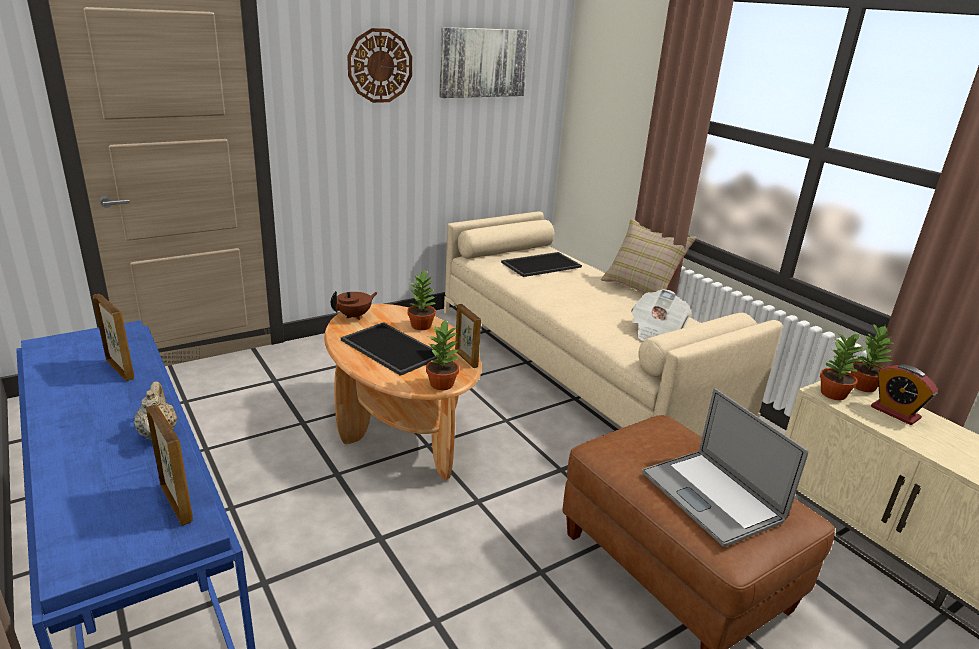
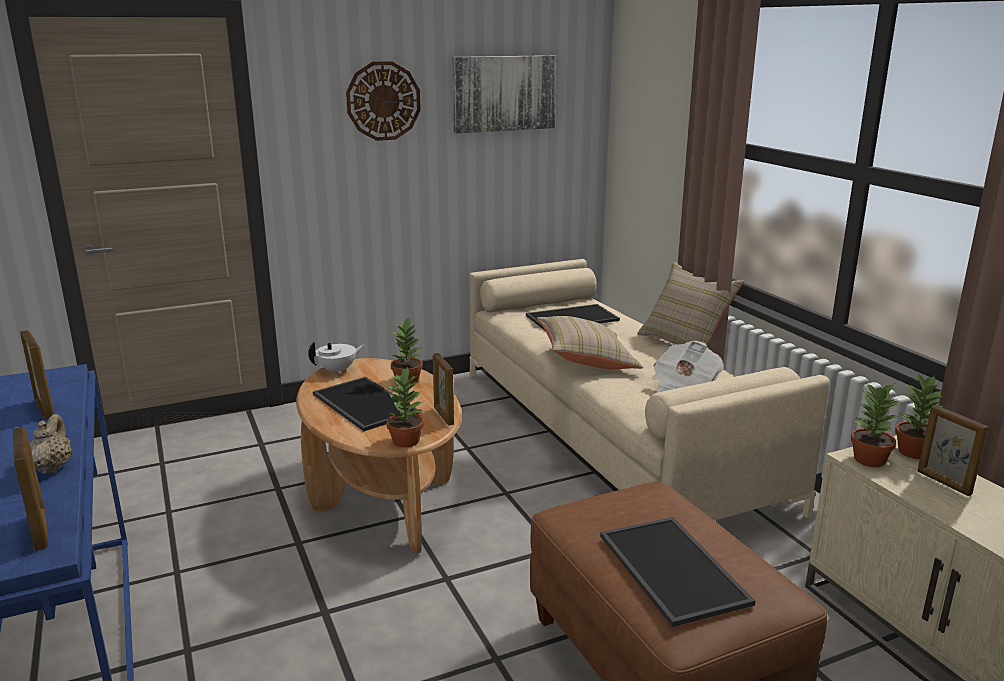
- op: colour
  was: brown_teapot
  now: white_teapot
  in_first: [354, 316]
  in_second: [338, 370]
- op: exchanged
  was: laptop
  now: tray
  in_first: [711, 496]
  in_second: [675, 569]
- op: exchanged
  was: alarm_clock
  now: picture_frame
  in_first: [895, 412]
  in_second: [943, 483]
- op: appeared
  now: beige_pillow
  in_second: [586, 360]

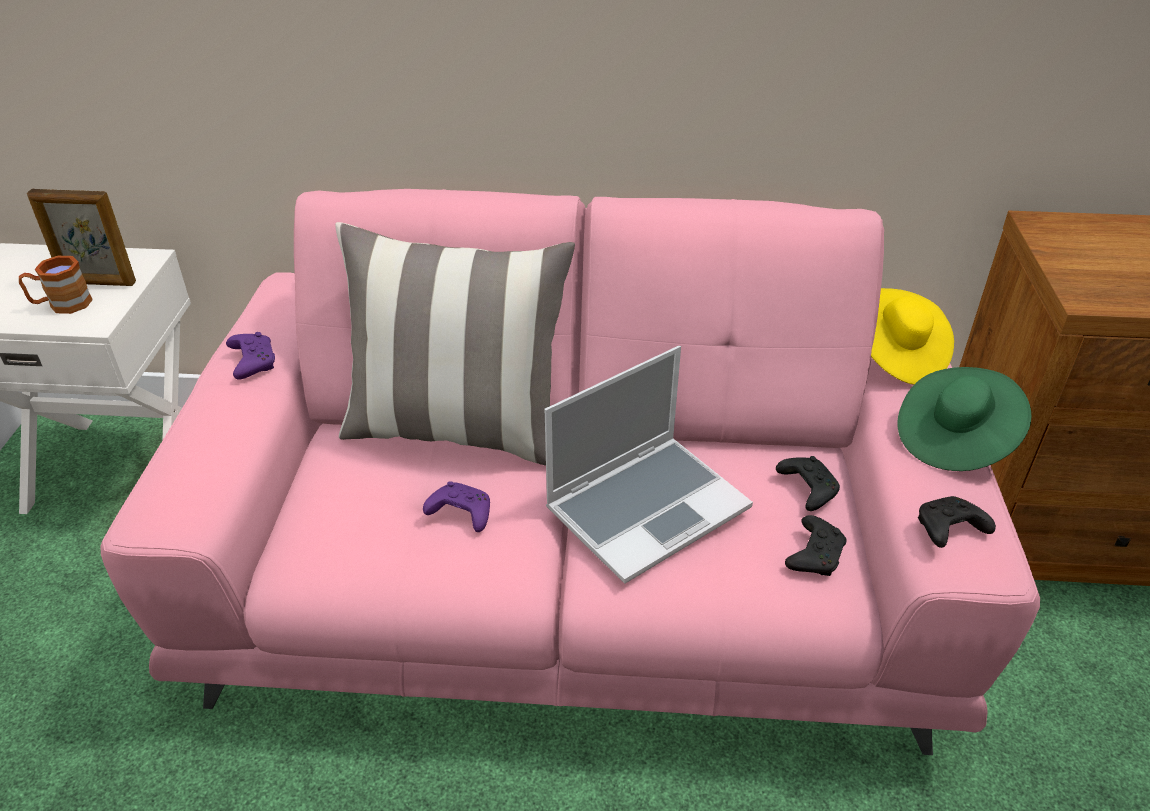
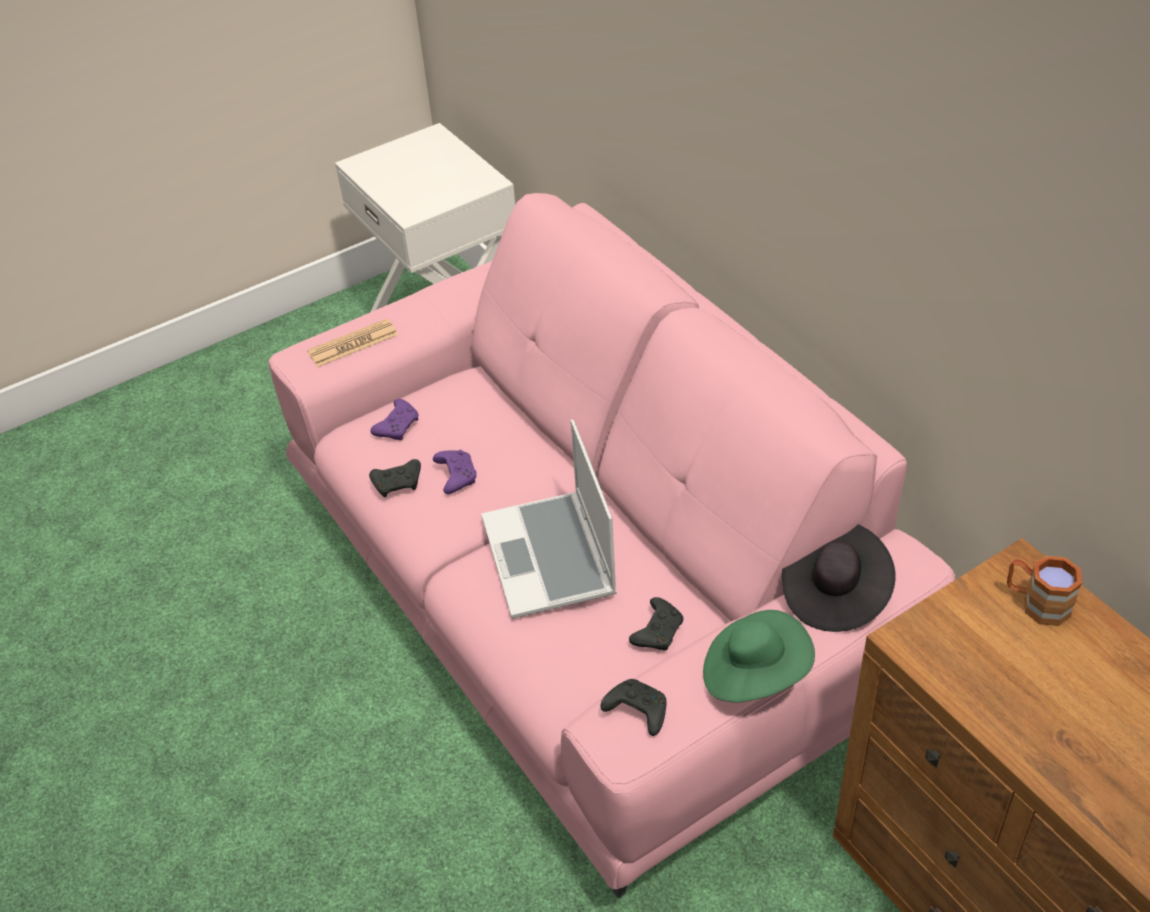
- op: relocated
  was: brown_mug
  in_first: [62, 304]
  in_second: [1036, 603]
- op: missing
  was: picture_frame
  in_first: [98, 283]
- op: relocated
  was: purple_game_controller
  in_first: [252, 362]
  in_second: [398, 426]
- op: missing
  was: pillow
  in_first: [458, 430]
- op: spun
  was: laptop
  in_first: [648, 507]
  in_second: [551, 558]
  clockwise: 60
- op: relocated
  was: black_game_controller
  in_first: [814, 554]
  in_second: [398, 484]
- op: colour
  was: yellow_hat
  now: black_hat
  in_first: [896, 356]
  in_second: [834, 593]
- op: appeared
  now: newspaper
  in_second: [353, 344]

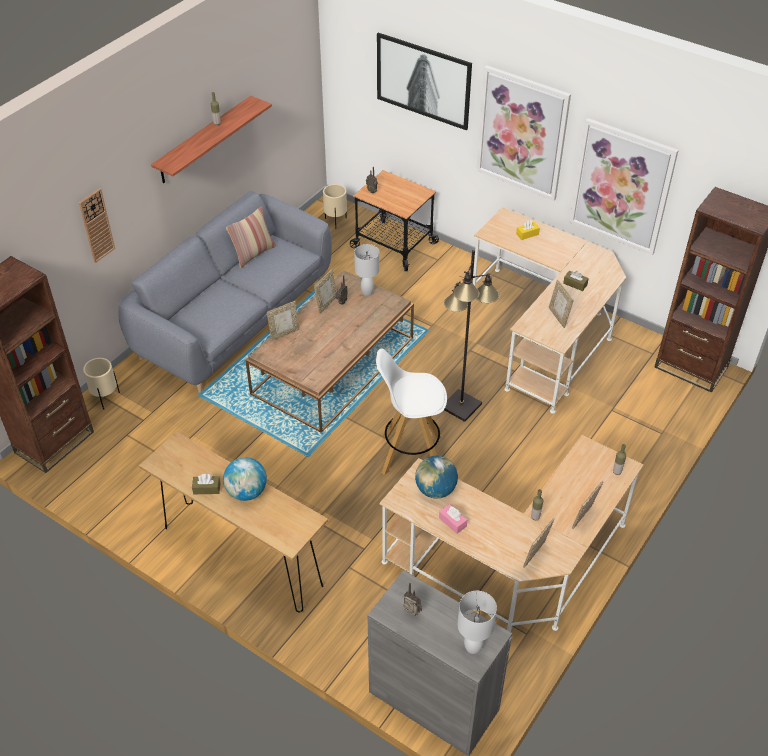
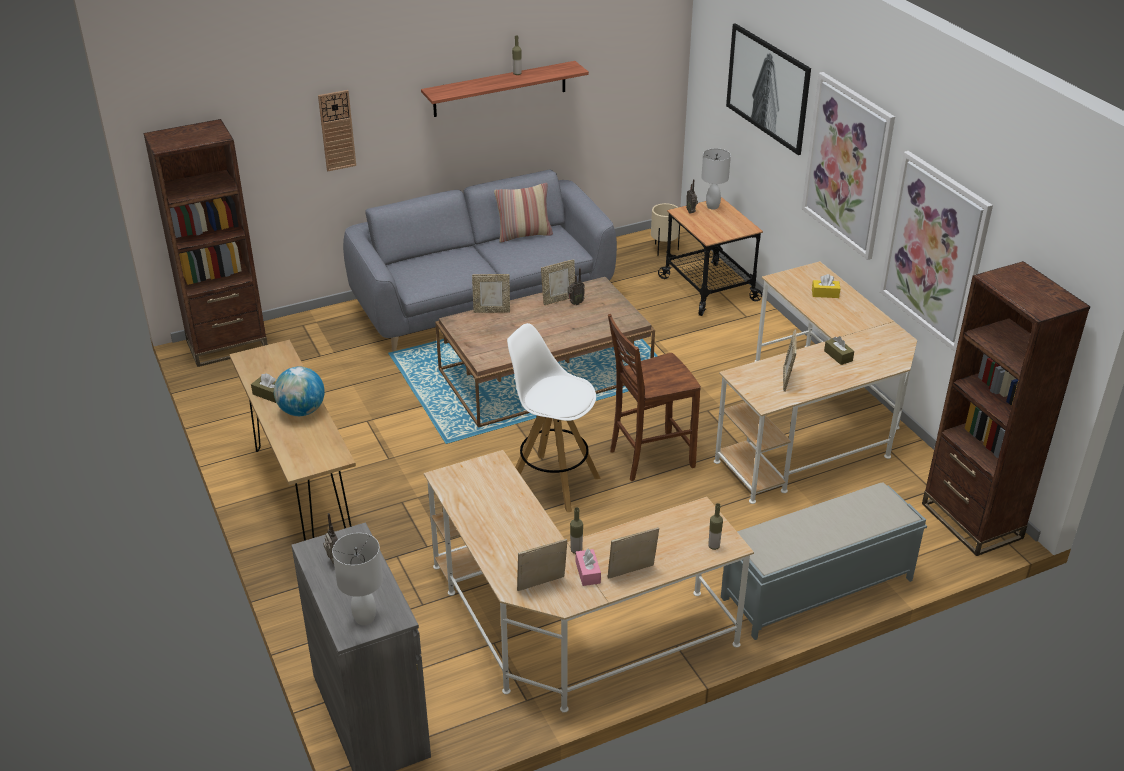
- op: missing
  was: beige_planter
  in_first: [105, 398]
- op: relocated
  was: white_table_lamp
  in_first: [367, 292]
  in_second: [712, 206]
- op: missing
  was: globe
  in_first: [435, 490]
- op: relocated
  was: pink_tissue_box
  in_first: [452, 522]
  in_second: [588, 572]
- op: exchanged
  was: black_floor_lamp
  now: brown_chair
  in_first: [460, 406]
  in_second: [649, 458]
- op: appeared
  now: grey_bench
  in_second: [815, 589]

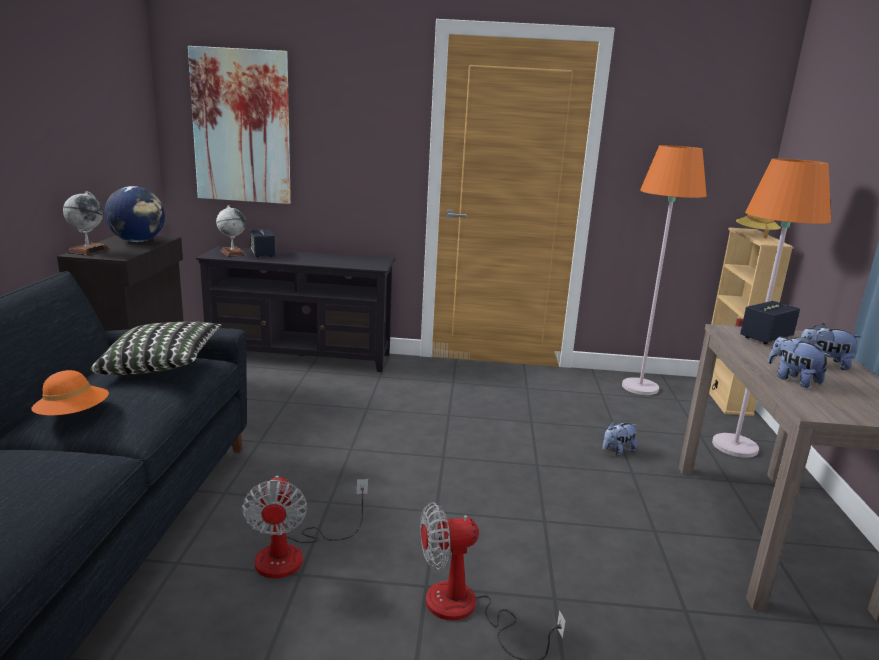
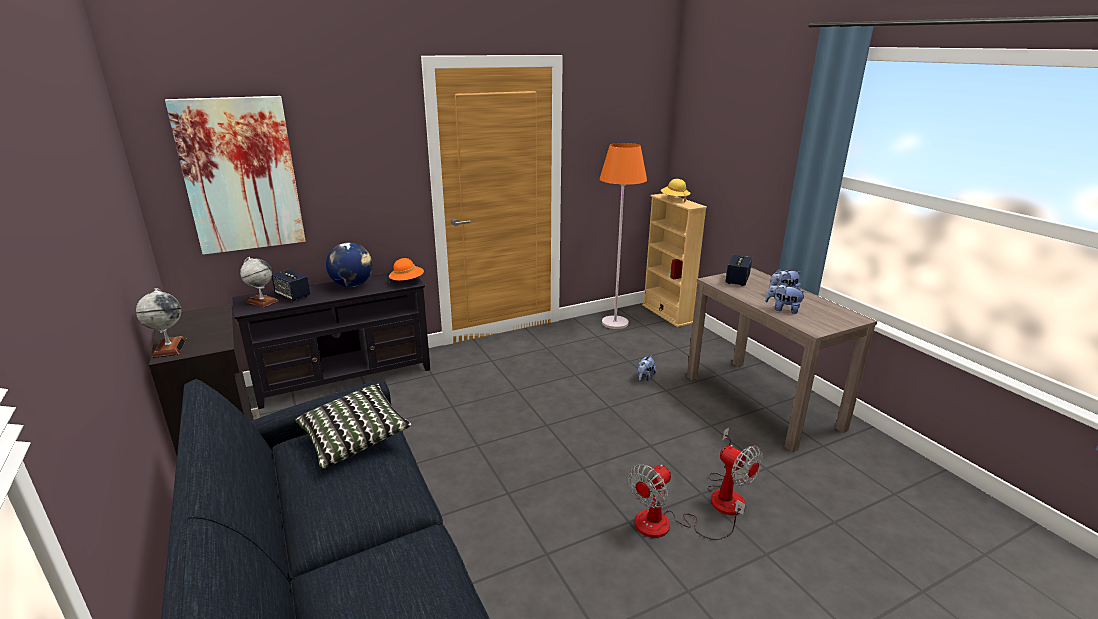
- op: relocated
  was: orange_hat
  in_first: [73, 416]
  in_second: [407, 281]
- op: relocated
  was: globe
  in_first: [138, 241]
  in_second: [352, 285]
- op: relocated
  was: fan
  in_first: [295, 554]
  in_second: [727, 494]
- op: missing
  was: orange_floor_lamp
  in_first: [735, 446]

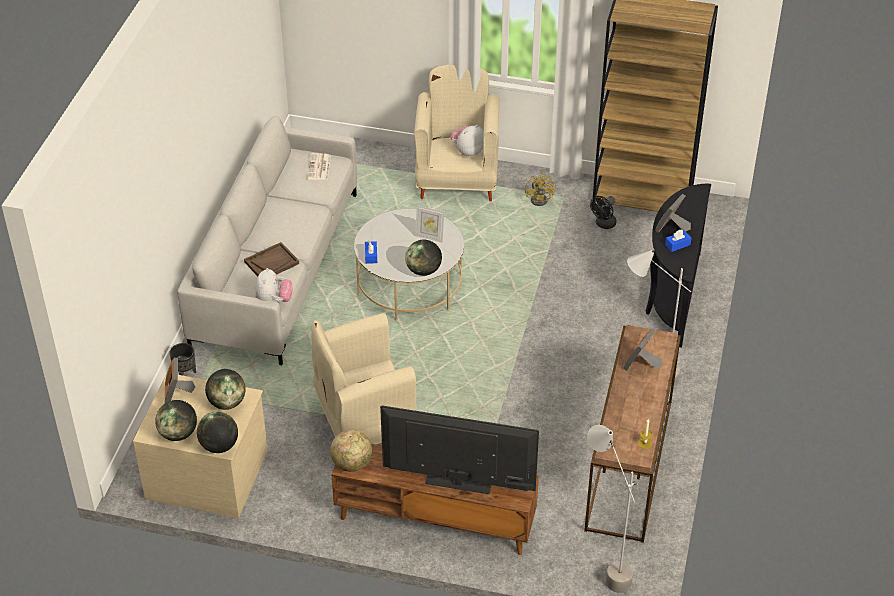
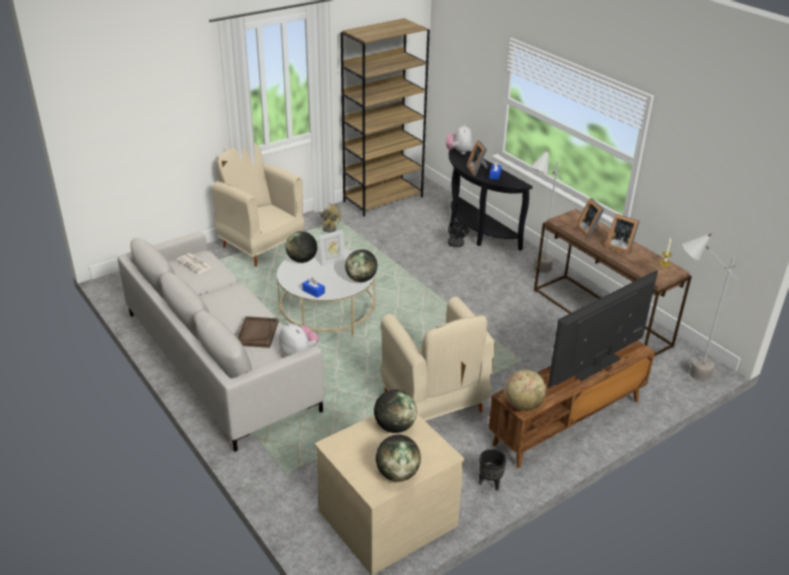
- op: relocated
  was: picture_frame
  in_first: [177, 395]
  in_second: [619, 246]
- op: relocated
  was: black_planter
  in_first: [185, 374]
  in_second: [489, 483]
- op: relocated
  was: globe
  in_first: [219, 446]
  in_second: [302, 260]
- op: spun
  was: beige_armchair
  in_first: [364, 423]
  in_second: [433, 404]
  clockwise: -45
- op: relocated
  was: plush_toy
  in_first: [468, 151]
  in_second: [459, 152]
- op: relocated
  was: black_fan
  in_first: [603, 224]
  in_second: [456, 245]

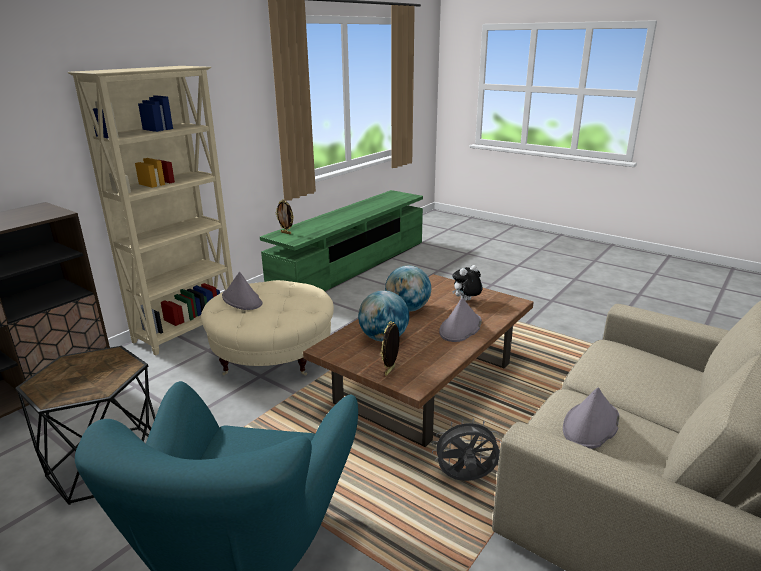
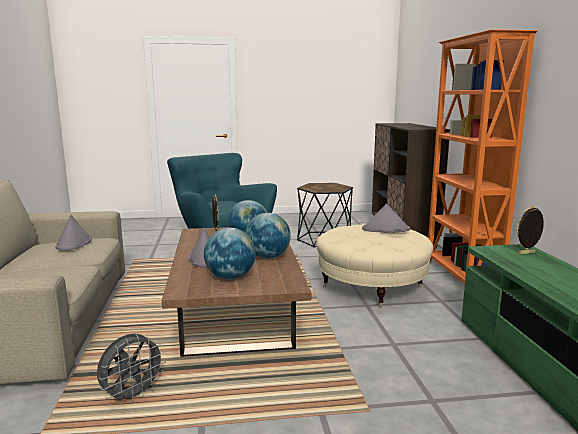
- op: colour
  was: beige_bookcase
  now: orange_bookcase
  in_first: [188, 329]
  in_second: [461, 276]
- op: relocated
  was: grey_fan
  in_first: [465, 479]
  in_second: [132, 396]
- op: exchanged
  was: plush_toy
  now: globe
  in_first: [466, 301]
  in_second: [230, 277]

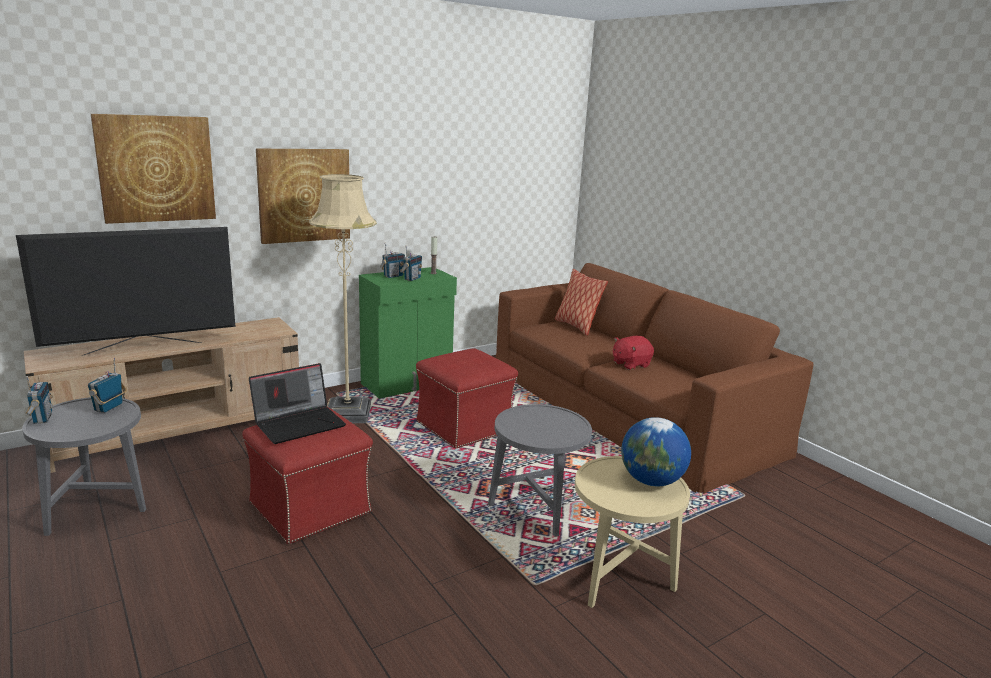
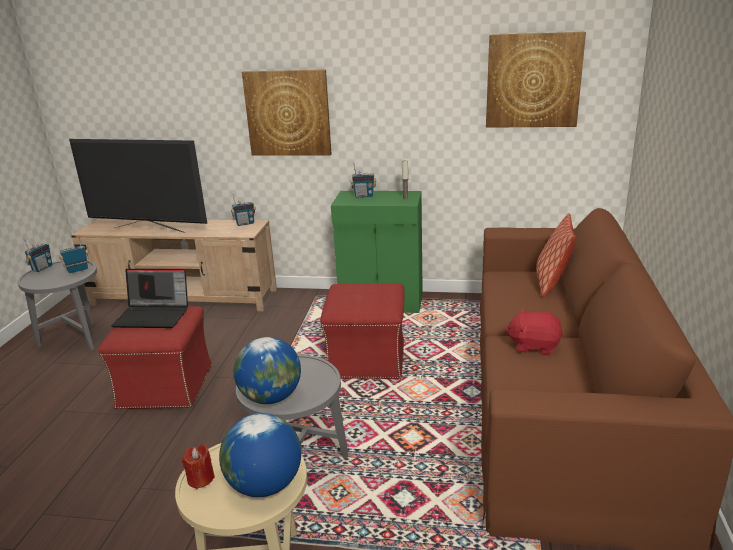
- op: relocated
  was: picture
  in_first: [156, 169]
  in_second: [533, 81]
- op: missing
  was: beige_floor_lamp
  in_first: [348, 413]
- op: relocated
  was: radio
  in_first: [412, 279]
  in_second: [245, 223]
- op: appeared
  now: red_candle
  in_second: [200, 479]
- op: appeared
  now: globe
  in_second: [271, 398]

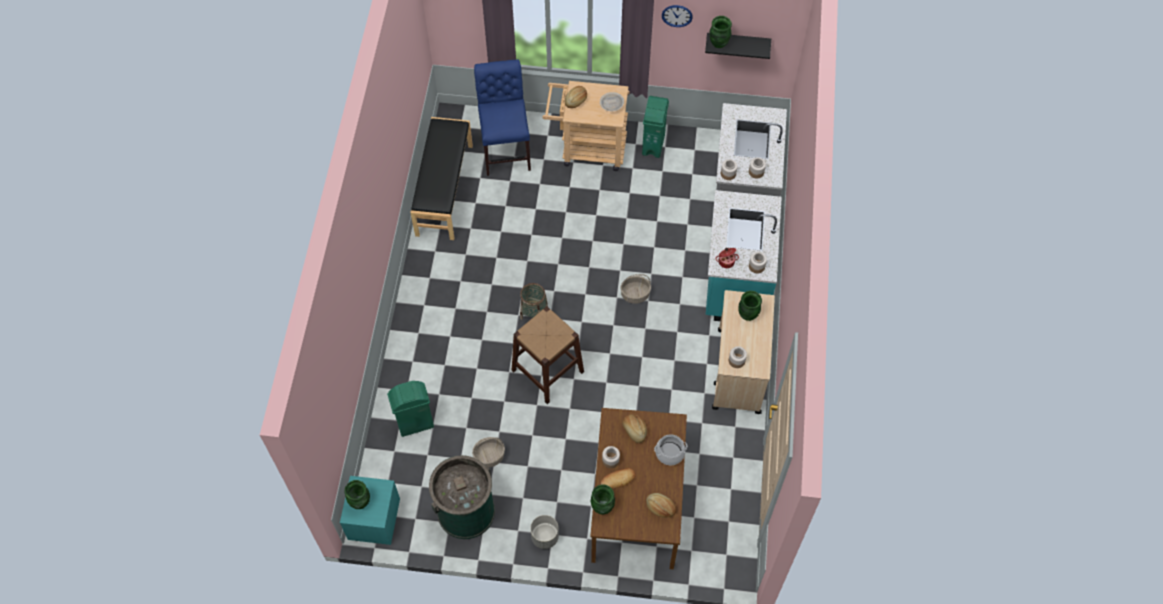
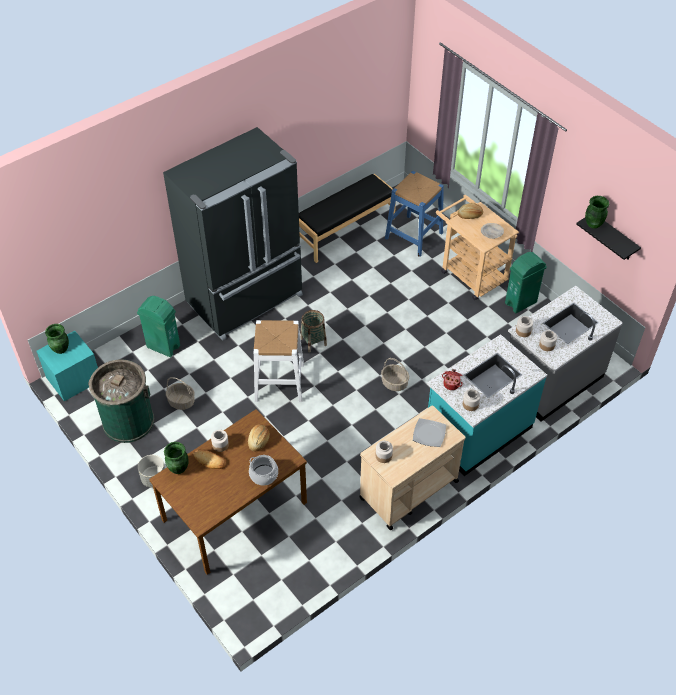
- op: exchanged
  was: blue_chair
  now: blue_stool
  in_first: [506, 149]
  in_second: [414, 235]
- op: colour
  was: brown_stool
  now: white_stool
  in_first: [547, 371]
  in_second: [279, 382]
- op: missing
  was: bread
  in_first: [660, 507]
- op: missing
  was: wall_clock
  in_first: [677, 15]
- op: exchanged
  was: green_vase
  now: plate
  in_first: [748, 314]
  in_second: [429, 433]
- op: appeared
  now: black_fridge
  in_second: [246, 300]

